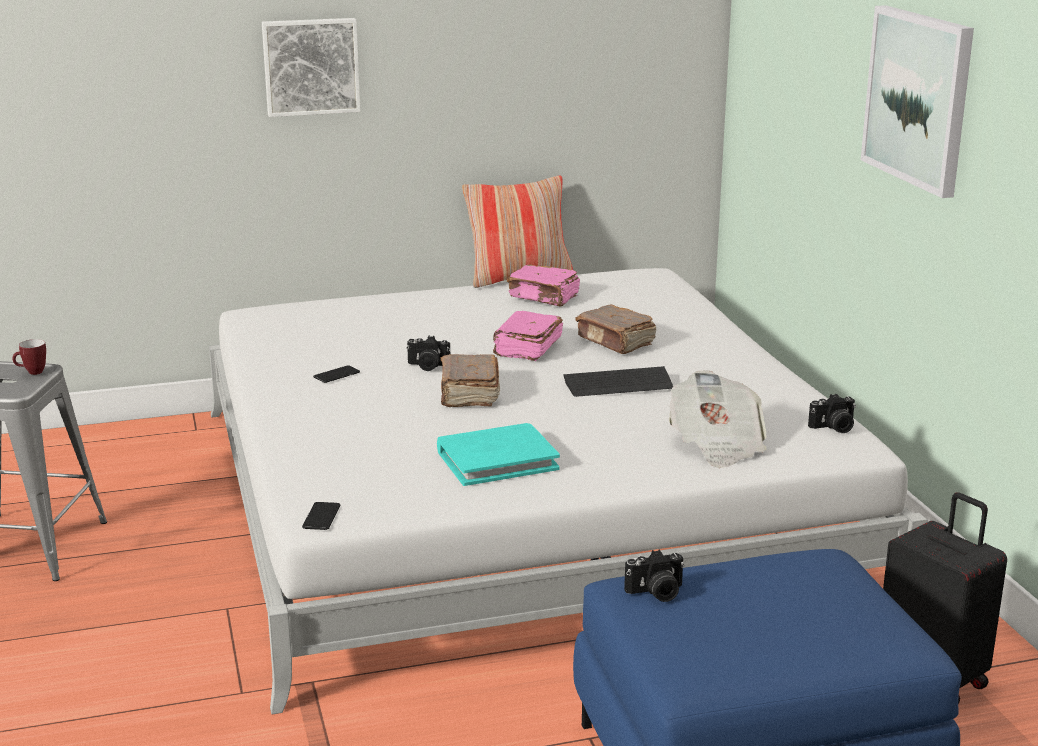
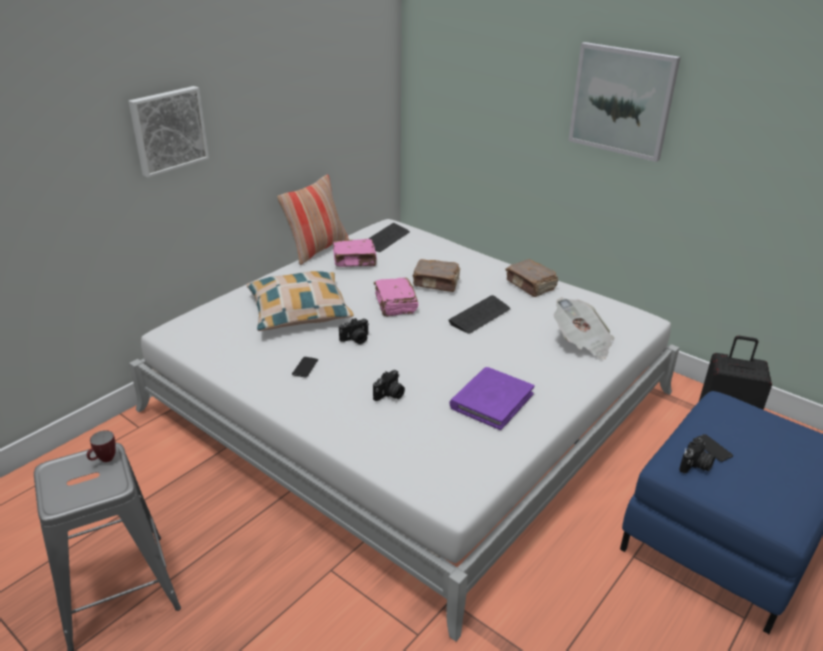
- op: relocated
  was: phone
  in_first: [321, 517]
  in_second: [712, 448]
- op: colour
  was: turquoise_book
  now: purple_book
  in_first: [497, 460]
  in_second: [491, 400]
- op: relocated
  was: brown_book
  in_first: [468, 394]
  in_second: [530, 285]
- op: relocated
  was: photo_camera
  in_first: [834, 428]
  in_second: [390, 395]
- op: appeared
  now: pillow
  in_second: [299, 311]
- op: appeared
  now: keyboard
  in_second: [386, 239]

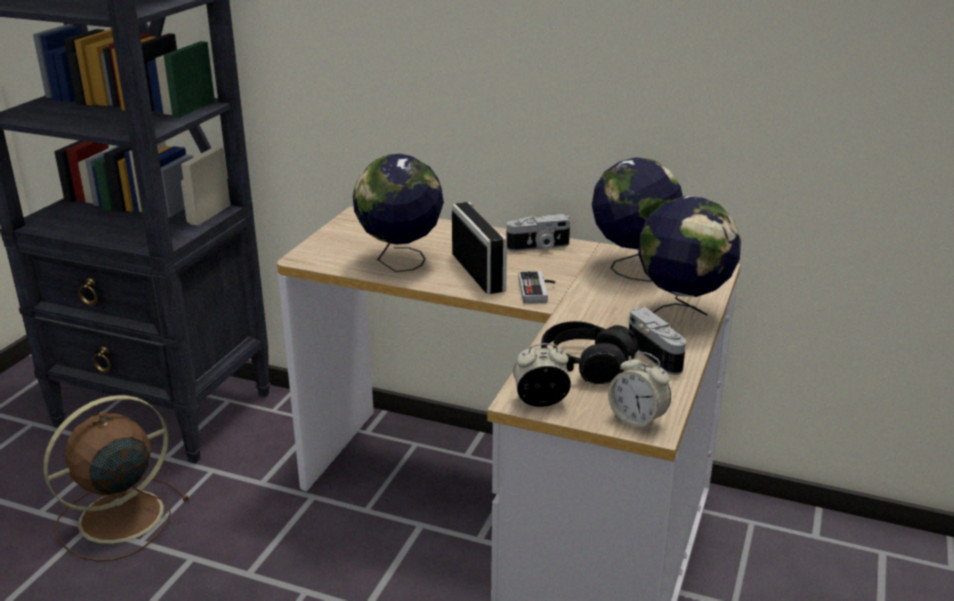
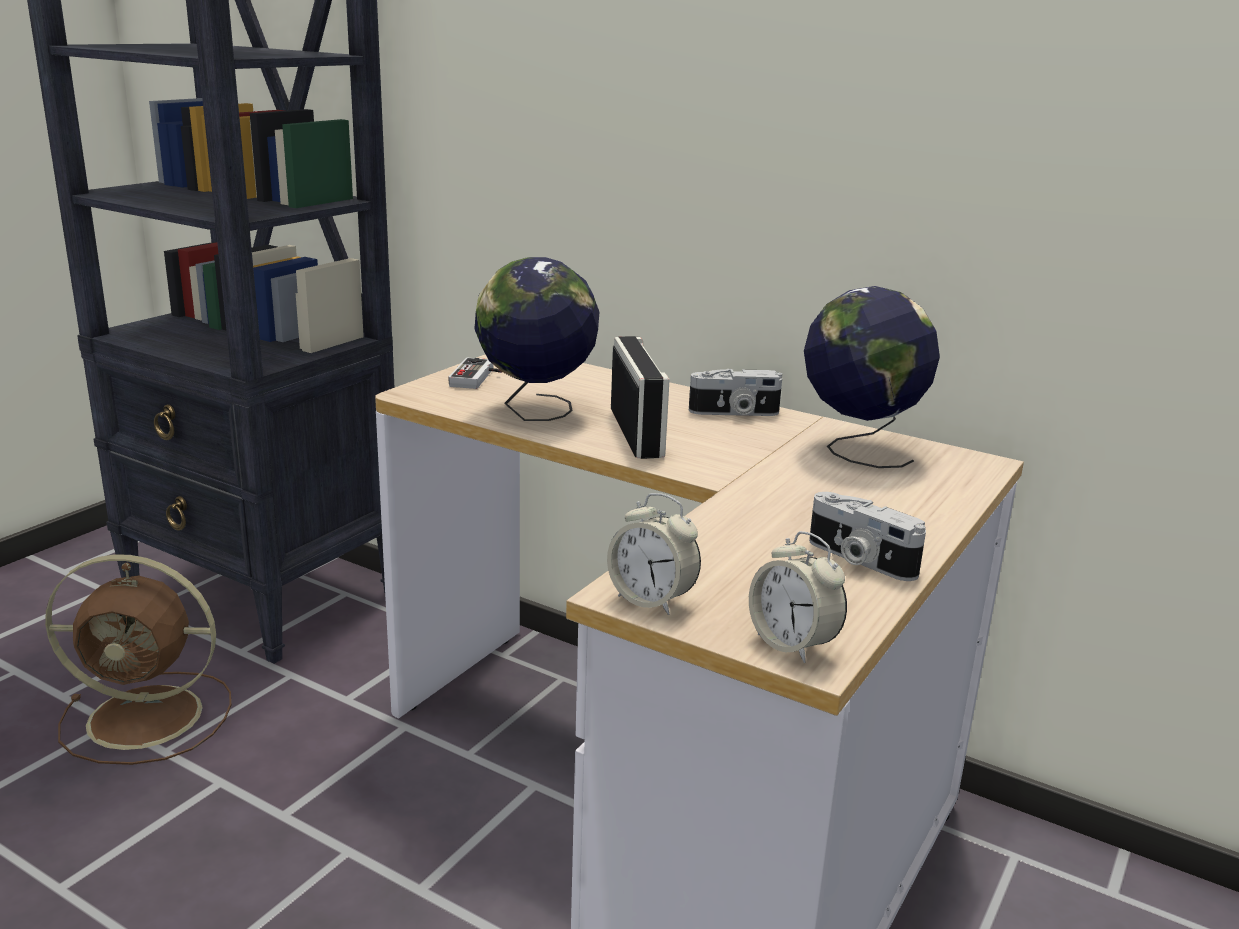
- op: spun
  was: brown_fan
  in_first: [117, 518]
  in_second: [150, 717]
  clockwise: -150
- op: spun
  was: alarm_clock
  in_first: [541, 401]
  in_second: [652, 600]
  clockwise: -150
- op: relocated
  was: game_controller
  in_first: [538, 290]
  in_second: [478, 378]
- op: missing
  was: black_headphones
  in_first: [586, 365]
- op: spun
  was: photo_camera
  in_first: [658, 354]
  in_second: [858, 559]
  clockwise: 150
- op: missing
  was: globe
  in_first: [681, 315]

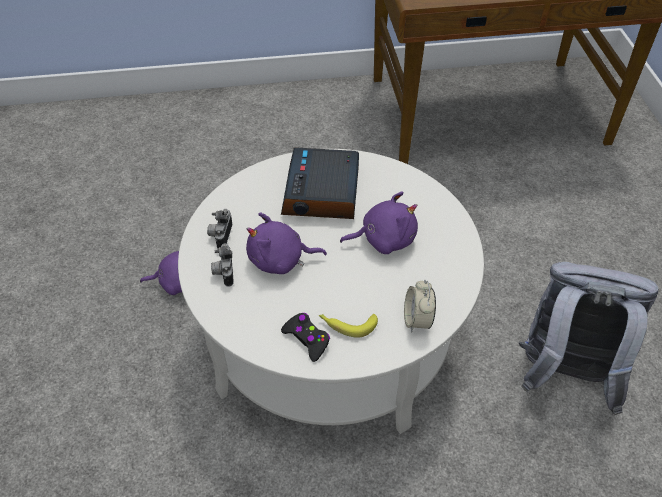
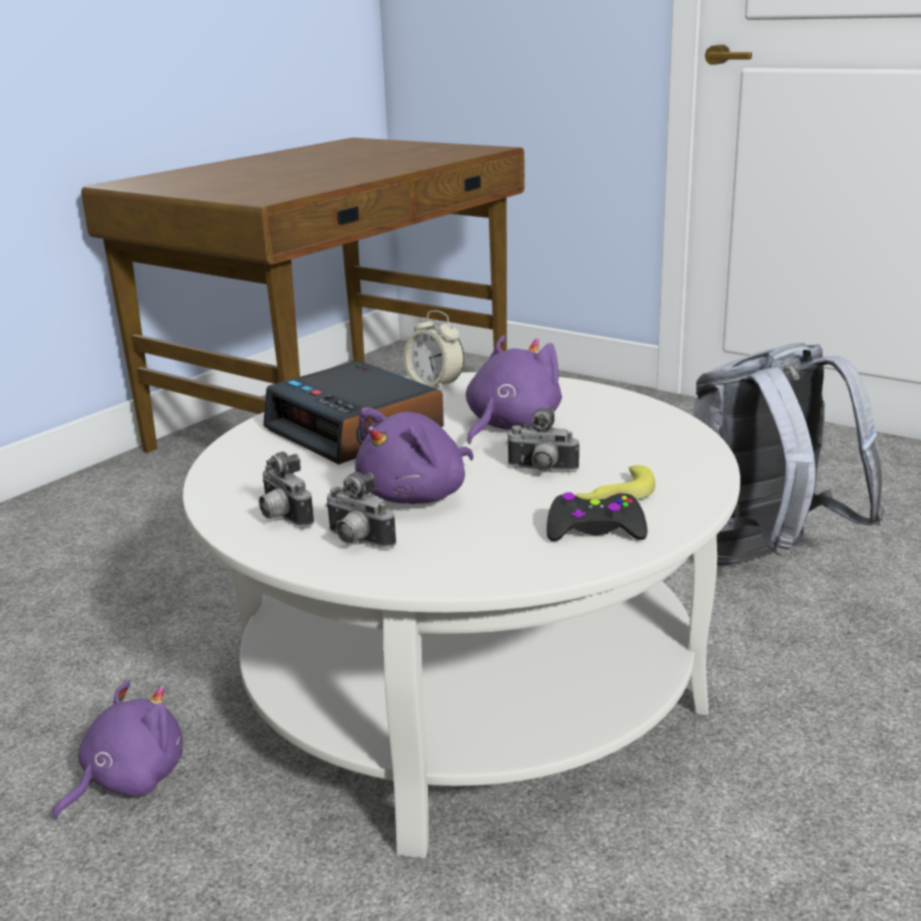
- op: relocated
  was: alarm_clock
  in_first: [417, 320]
  in_second: [435, 385]
- op: appeared
  now: photo_camera
  in_second: [541, 471]

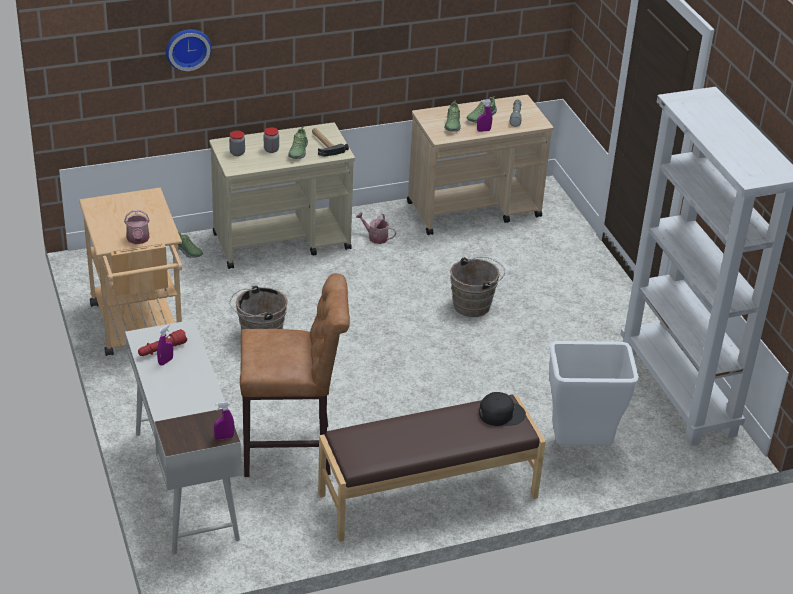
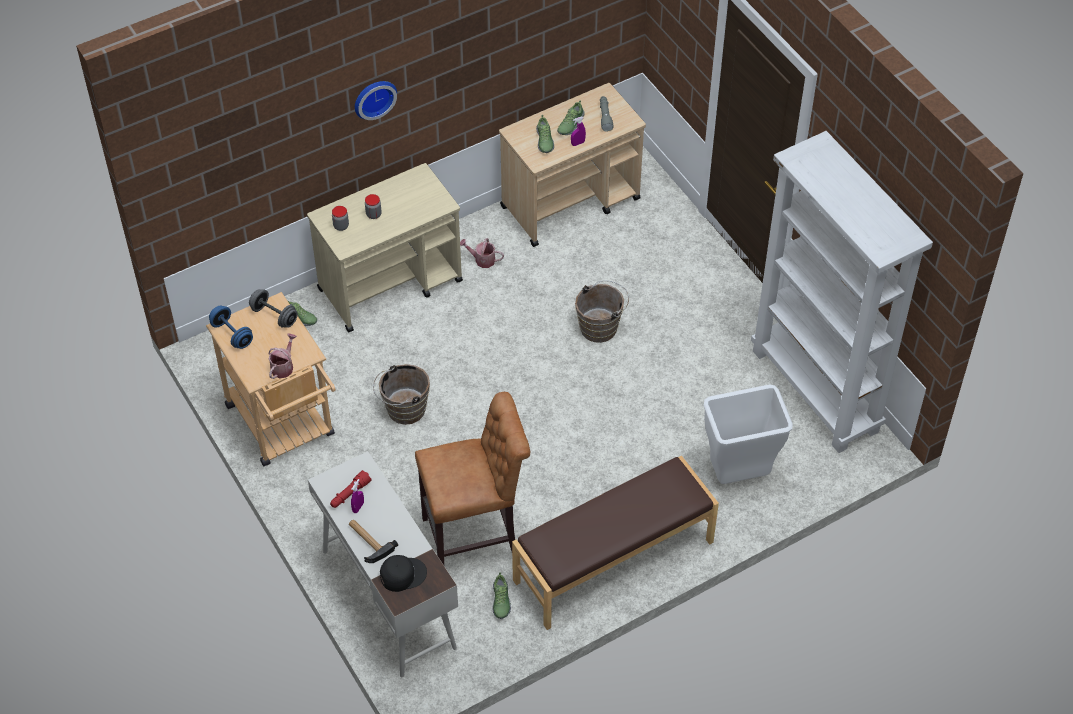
- op: spun
  was: watering_can
  in_first: [138, 240]
  in_second: [283, 366]
  clockwise: -135
- op: relocated
  was: wall_clock
  in_first: [187, 48]
  in_second: [373, 97]
- op: missing
  was: purple_spray_bottle
  in_first: [224, 437]
- op: relocated
  was: shoe
  in_first: [298, 151]
  in_second: [500, 601]
- op: relocated
  was: hammer
  in_first: [324, 144]
  in_second: [368, 541]
- op: relocated
  was: black_cap
  in_first: [501, 413]
  in_second: [402, 574]
- op: appeared
  now: blue_dumbbell
  in_second: [232, 334]
- op: appeared
  now: grey_dumbbell
  in_second: [274, 316]

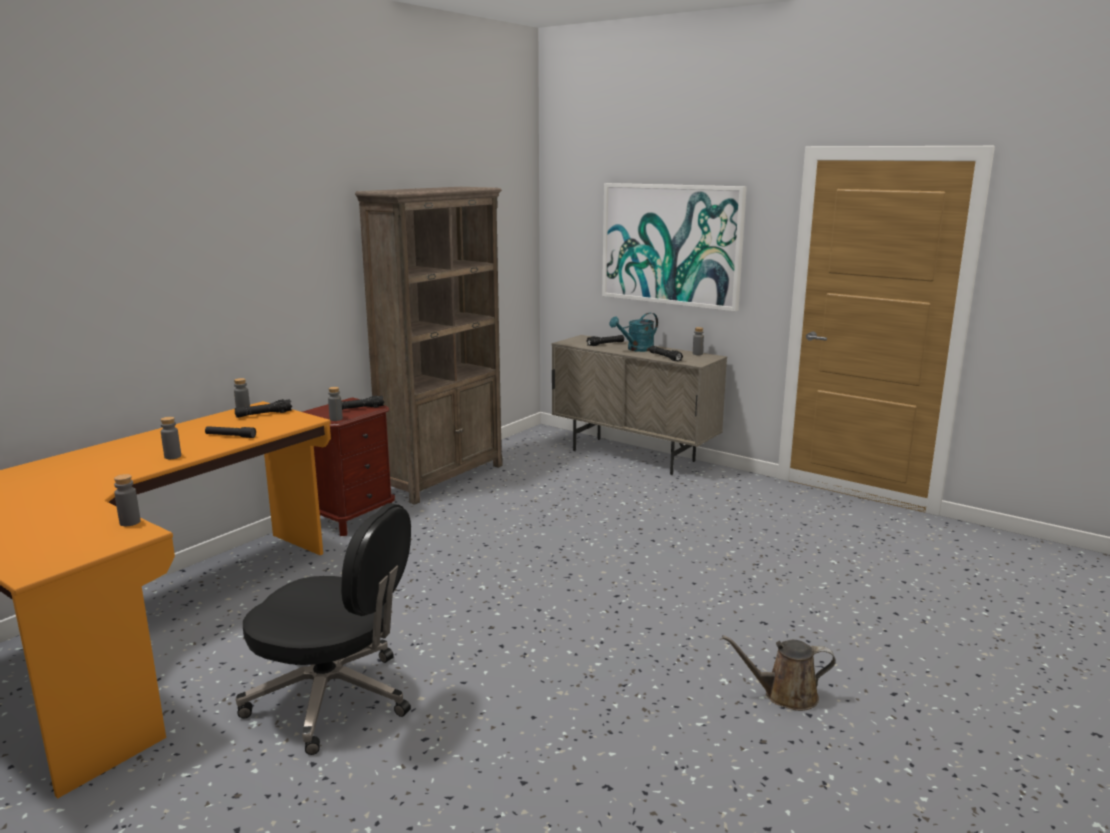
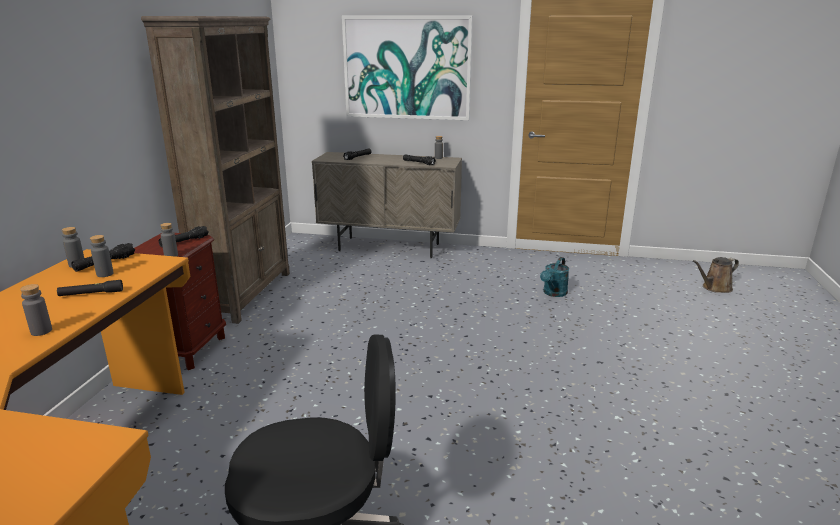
- op: relocated
  was: grey_bottle
  in_first: [130, 522]
  in_second: [105, 274]
- op: relocated
  was: turquoise_watering_can
  in_first: [636, 349]
  in_second: [553, 293]
- op: relocated
  was: brown_watering_can
  in_first: [785, 695]
  in_second: [714, 288]

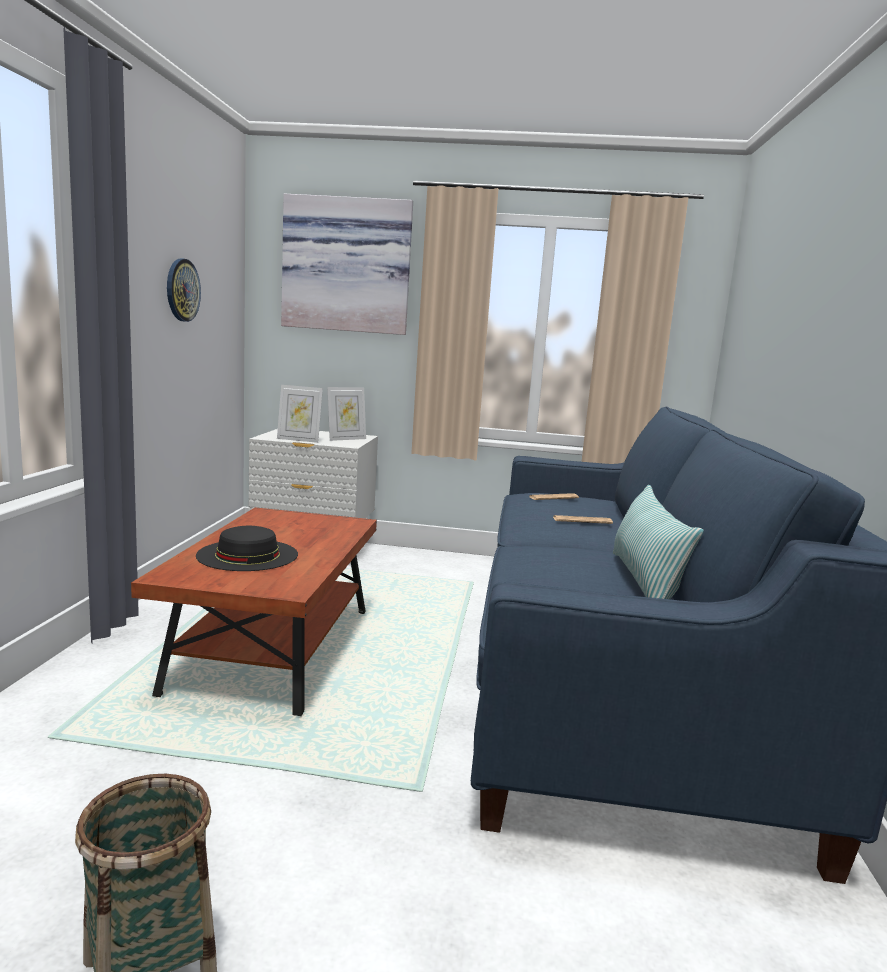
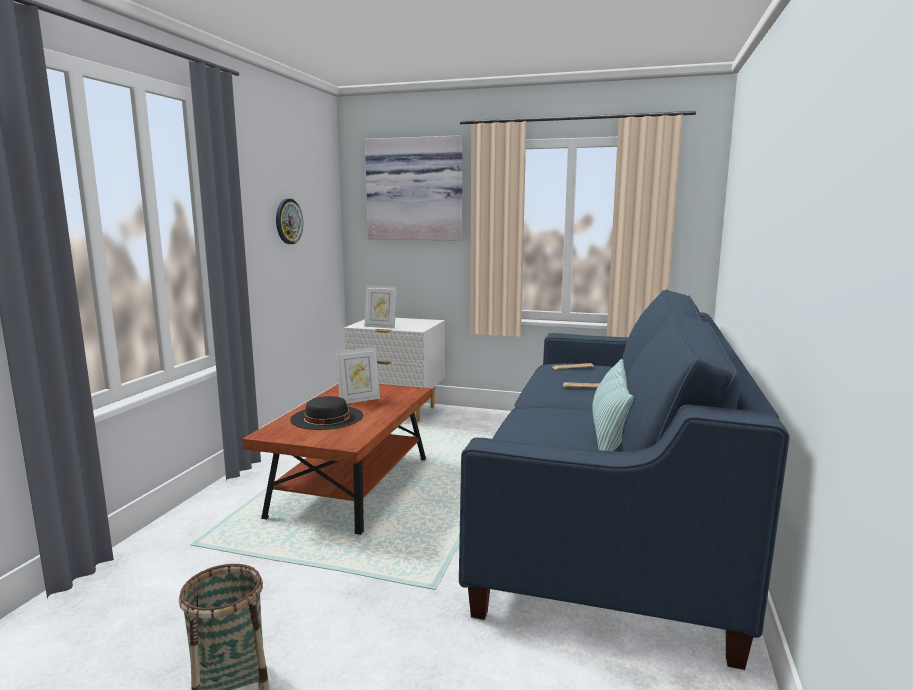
- op: relocated
  was: picture_frame
  in_first: [346, 439]
  in_second: [358, 400]

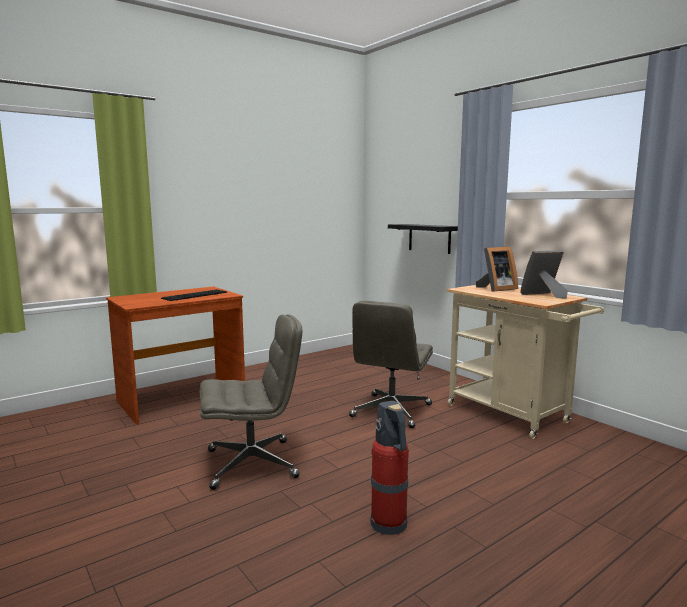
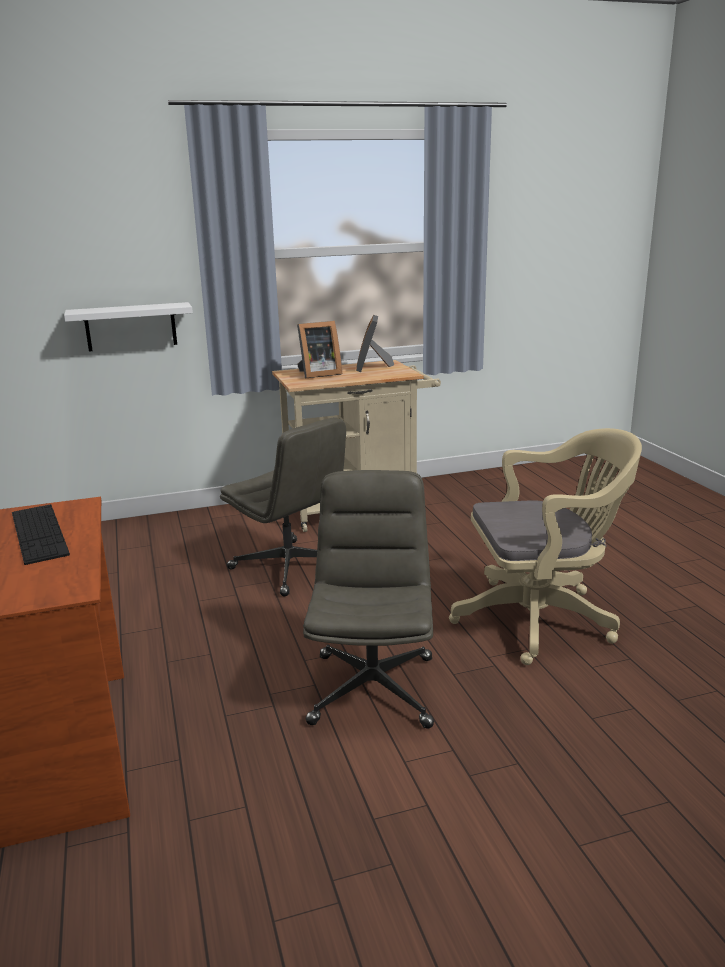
- op: exchanged
  was: fire_extinguisher
  now: beige_office_chair
  in_first: [389, 524]
  in_second: [541, 619]
- op: colour
  was: black_shelf
  now: white_shelf
  in_first: [429, 238]
  in_second: [131, 327]
- op: spun
  was: picture_frame
  in_first: [496, 289]
  in_second: [318, 374]
  clockwise: 75

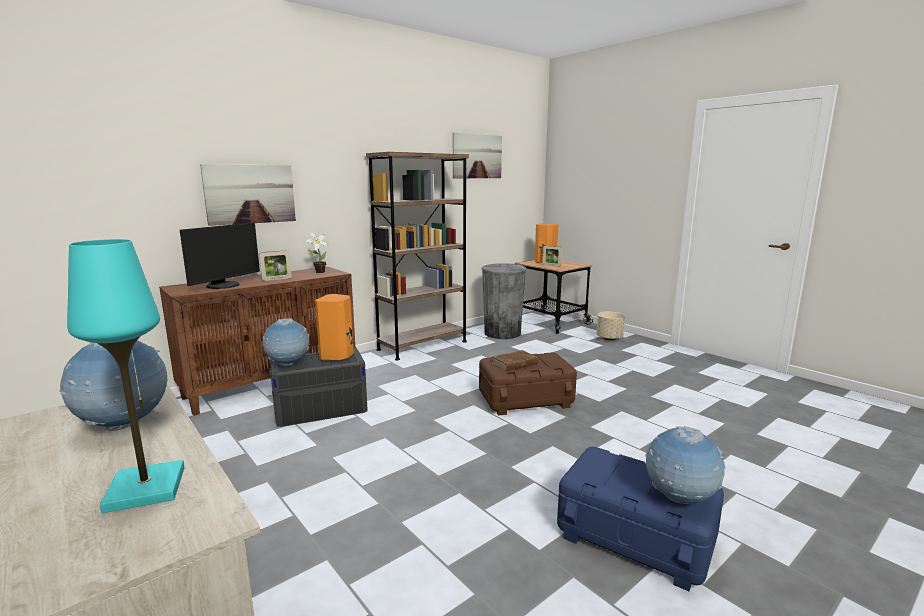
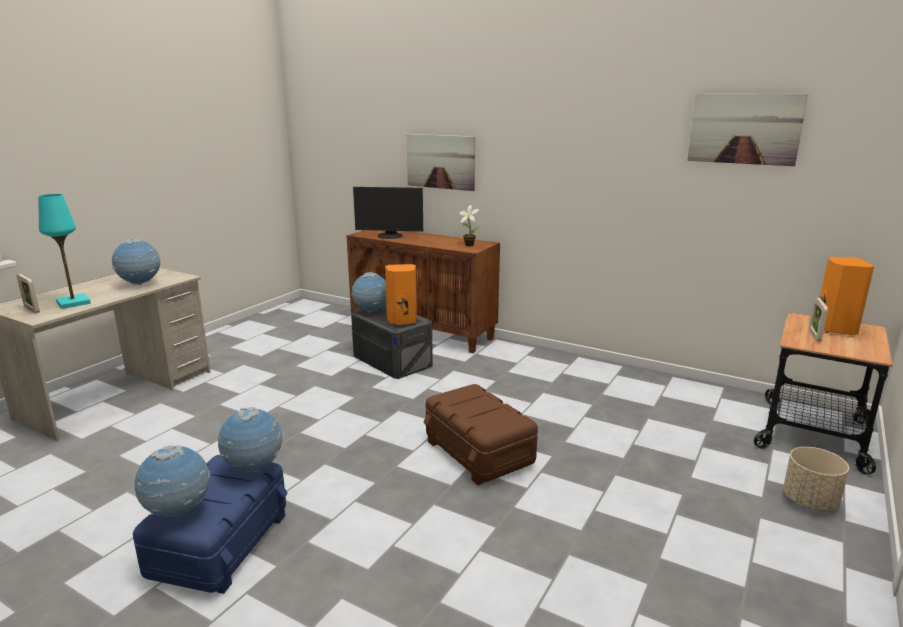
- op: relocated
  was: picture_frame
  in_first: [276, 279]
  in_second: [32, 310]
- op: missing
  was: brown_bookcase
  in_first: [422, 345]
- op: missing
  was: grey_trash_can
  in_first: [502, 333]
- op: missing
  was: brown_book
  in_first: [515, 363]
- op: appeared
  now: globe
  in_second: [254, 468]

